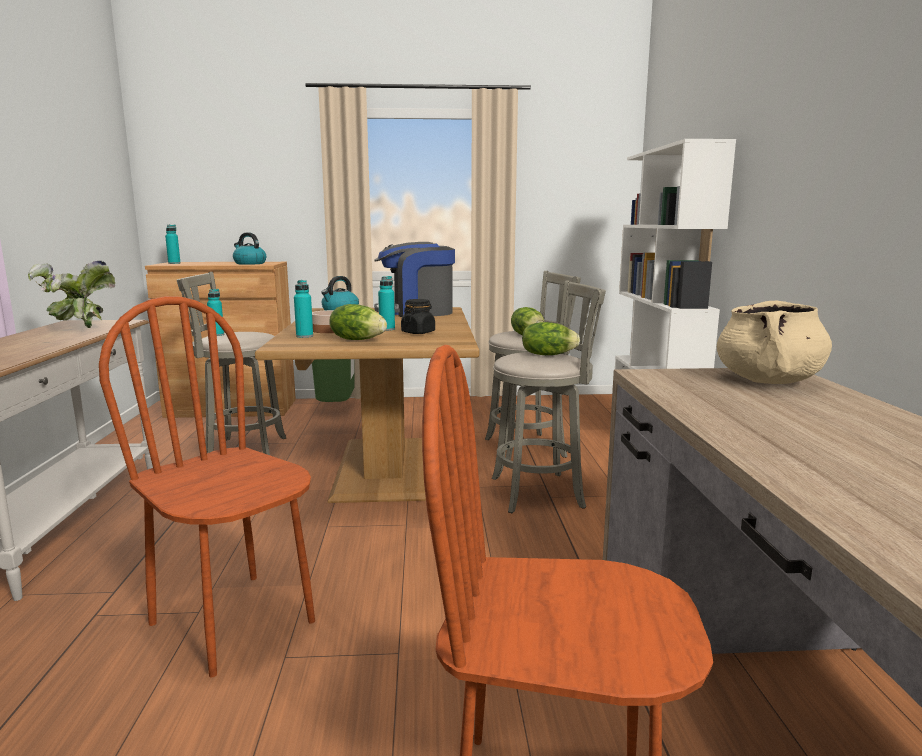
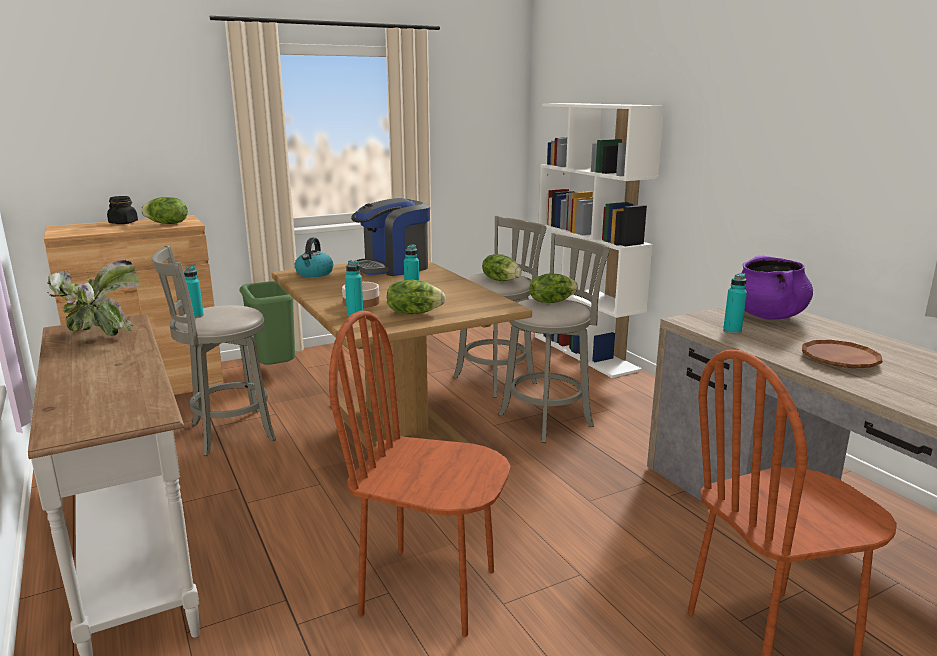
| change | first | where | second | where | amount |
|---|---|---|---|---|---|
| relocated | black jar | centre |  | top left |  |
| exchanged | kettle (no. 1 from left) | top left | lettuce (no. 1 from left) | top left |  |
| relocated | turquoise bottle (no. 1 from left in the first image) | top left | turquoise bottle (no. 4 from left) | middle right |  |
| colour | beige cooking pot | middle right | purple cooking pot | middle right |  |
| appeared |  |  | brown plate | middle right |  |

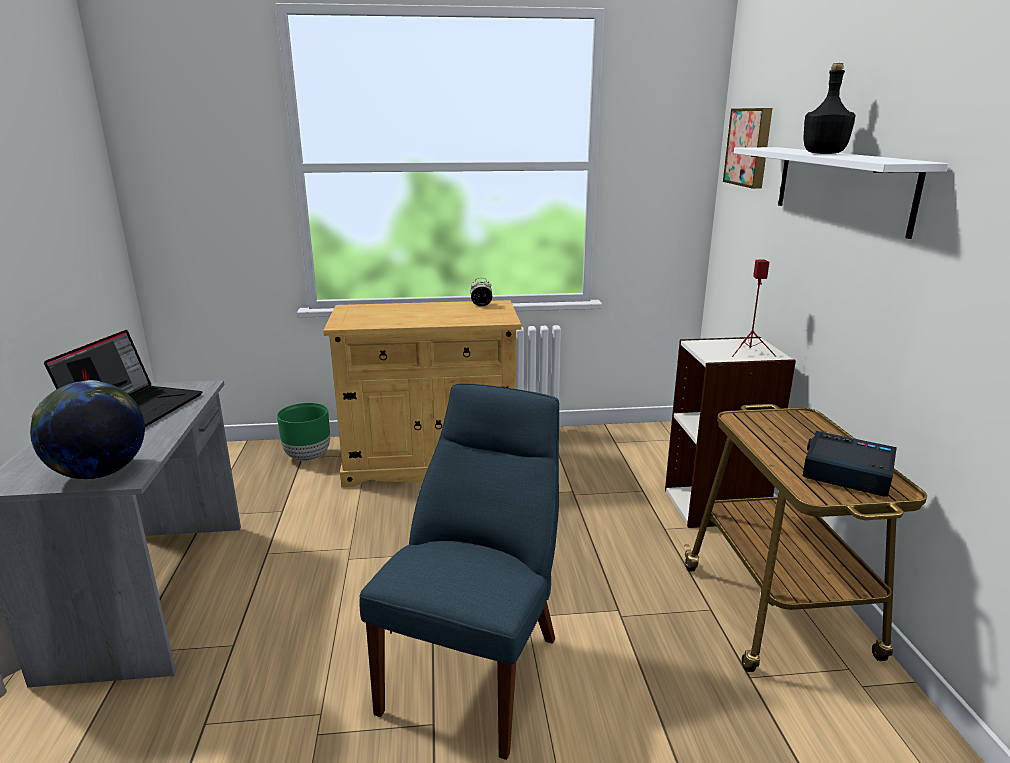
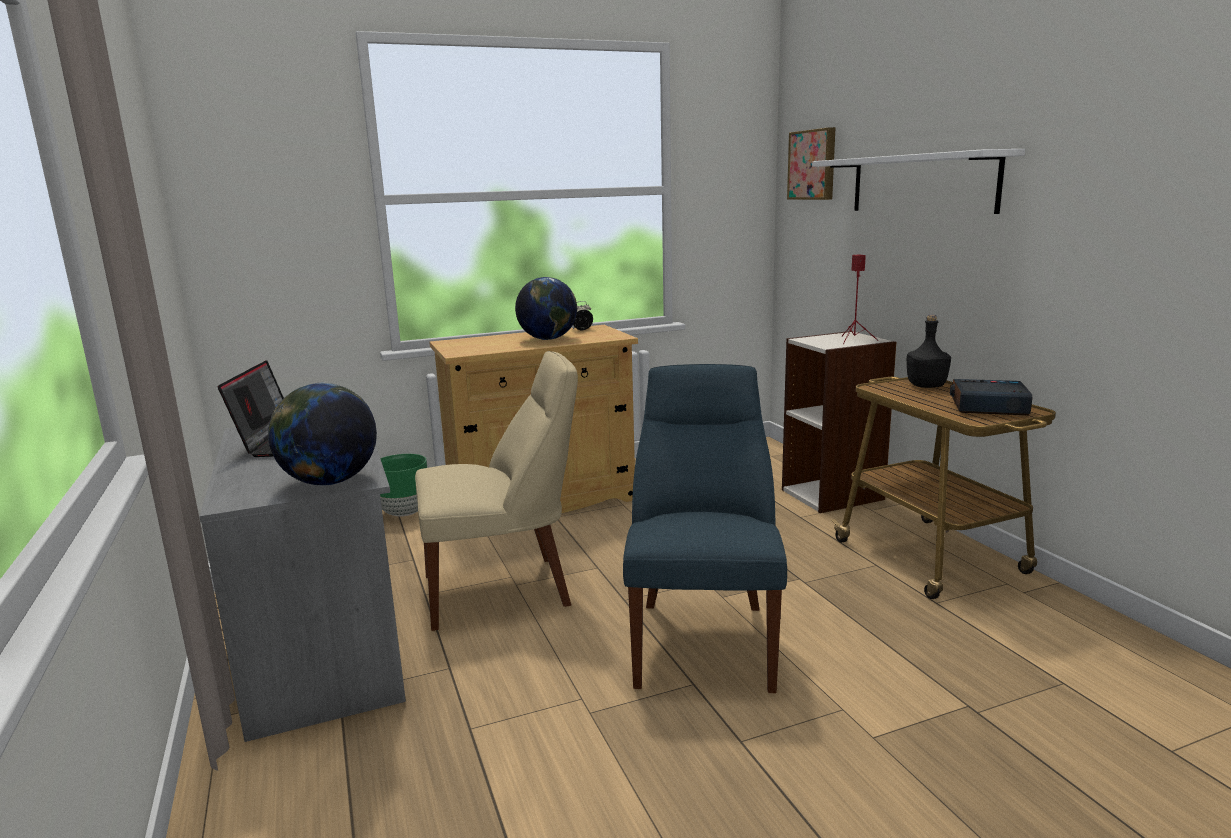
| change | first | where | second | where | amount |
|---|---|---|---|---|---|
| appeared |  |  | beige chair | centre |  |
| appeared |  |  | globe (no. 2 from left) | centre |  |
| relocated | black bottle | top right |  | middle right |  |

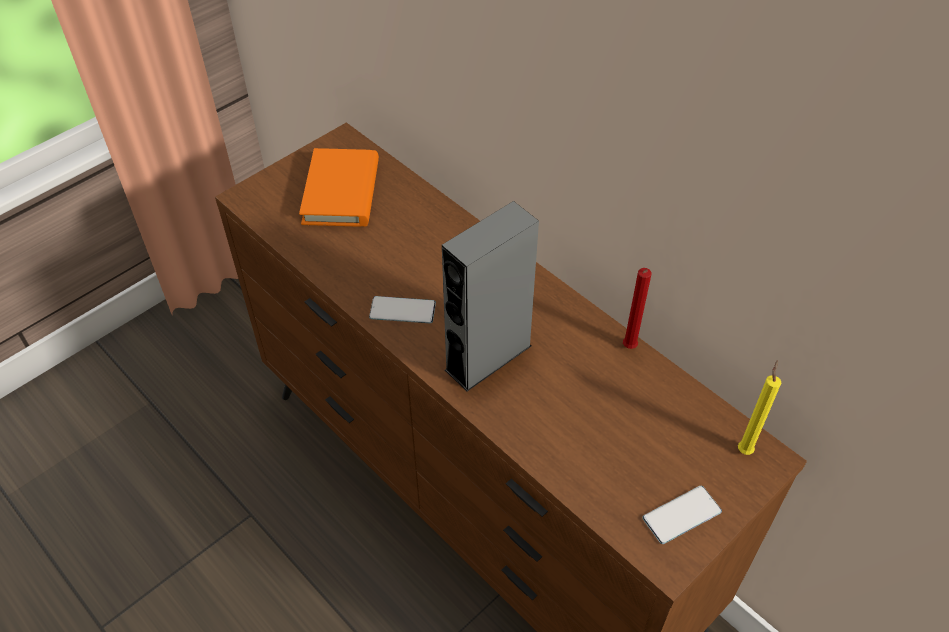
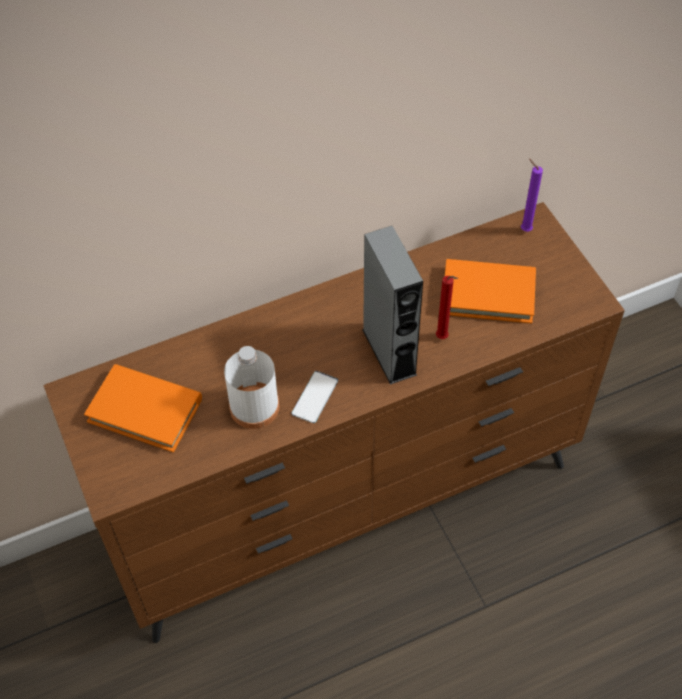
| change | first | where | second | where | amount |
|---|---|---|---|---|---|
| appeared |  |  | white bottle | centre |  |
| relocated | red candle | middle right |  | centre |  |
| appeared |  |  | orange book (no. 2 from left) | middle right |  |
| colour | yellow candle | middle right | purple candle | top right |  |
| missing | phone (no. 2 from left) | bottom right |  |  |  |

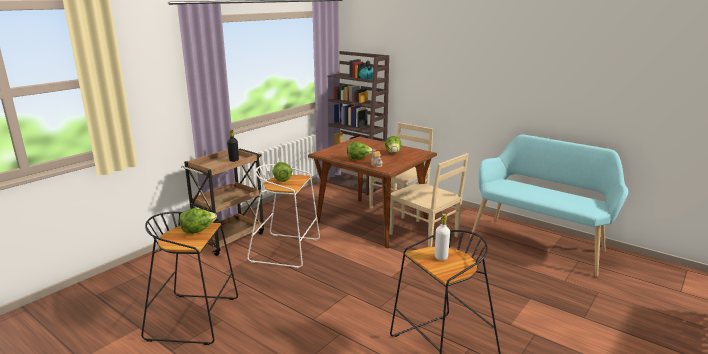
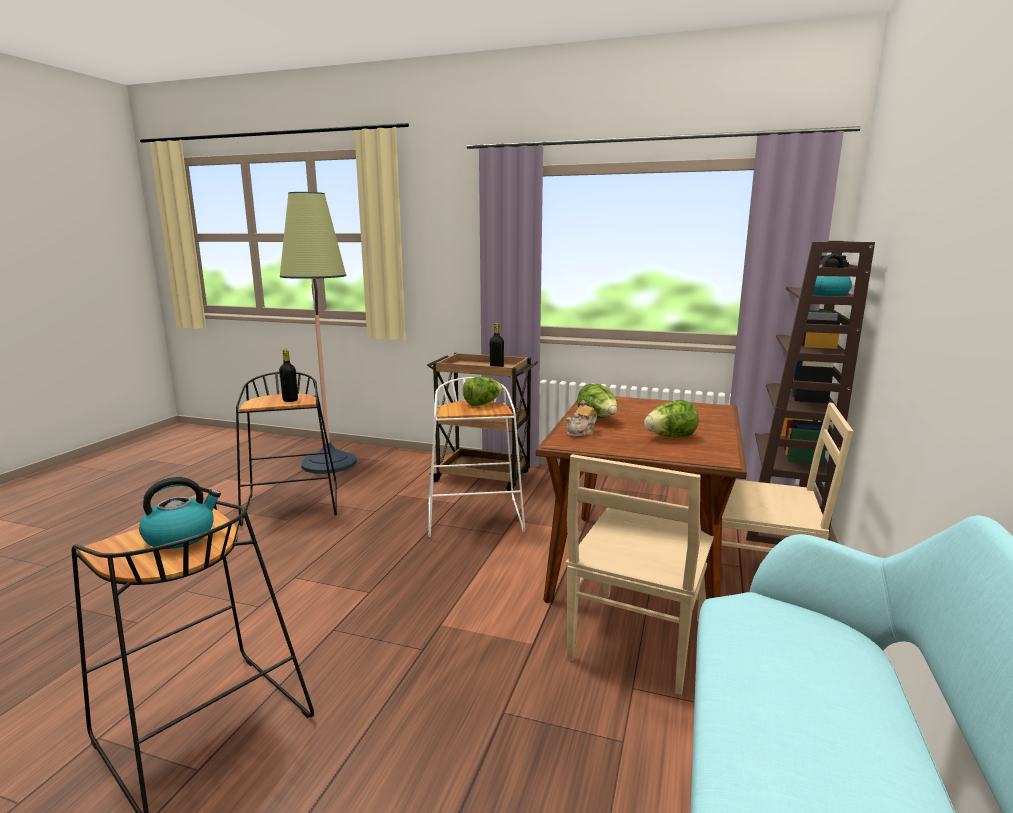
| change | first | where | second | where | amount |
|---|---|---|---|---|---|
| exchanged | white bottle | bottom centre | kettle (no. 1 from left) | middle left |  |
| exchanged | lettuce (no. 1 from left) | middle left | black bottle (no. 1 from left) | middle left |  |
| appeared |  |  | floor lamp | middle left |  |

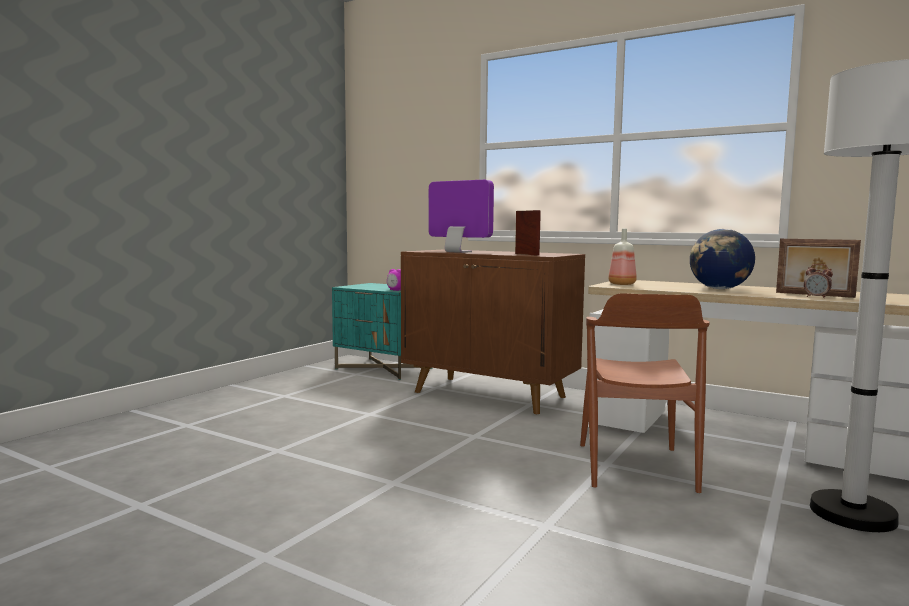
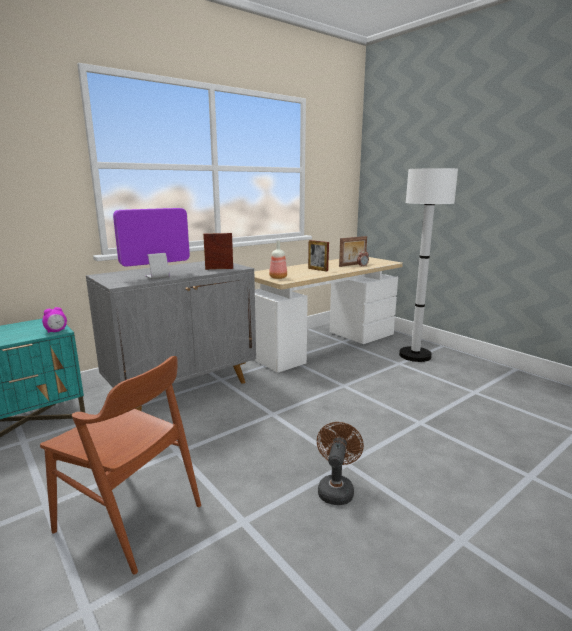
| change | first | where | second | where | amount |
|---|---|---|---|---|---|
| relocated | brown chair | middle right |  | bottom left |  |
| colour | brown cabinet | centre | grey cabinet | middle left |  |
| exchanged | globe | middle right | picture frame (no. 2 from left) | centre |  |
| appeared |  |  | brown fan | bottom centre |  |

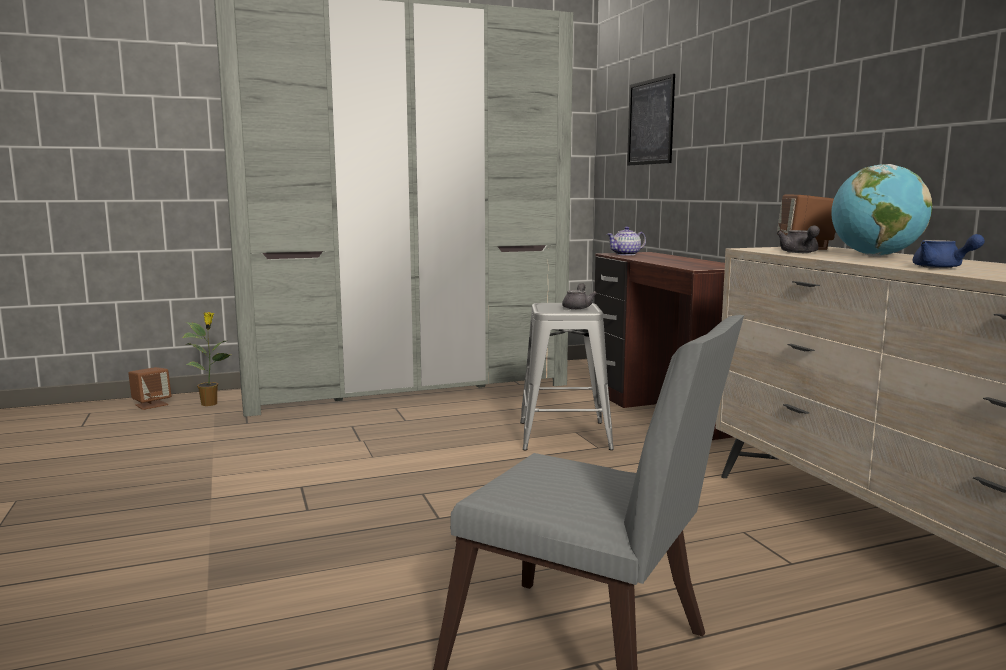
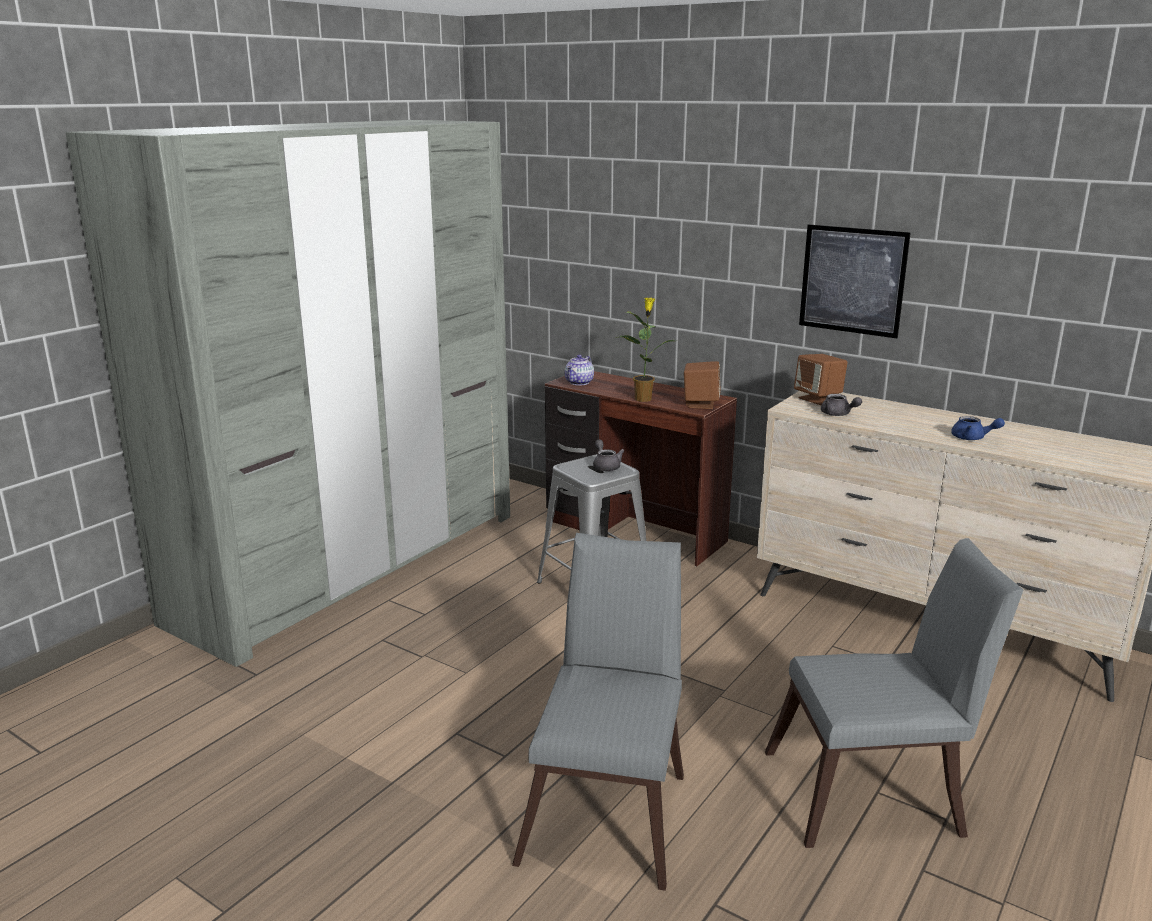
| change | first | where | second | where | amount |
|---|---|---|---|---|---|
| appeared |  |  | grey chair (no. 1 from left) | bottom centre |  |
| relocated | potted plant | middle left |  | centre |  |
| relocated | brown speaker (no. 1 from left) | middle left |  | centre |  |
| relocated | picture | top centre |  | top right |  |
| missing | globe | top right |  |  |  |

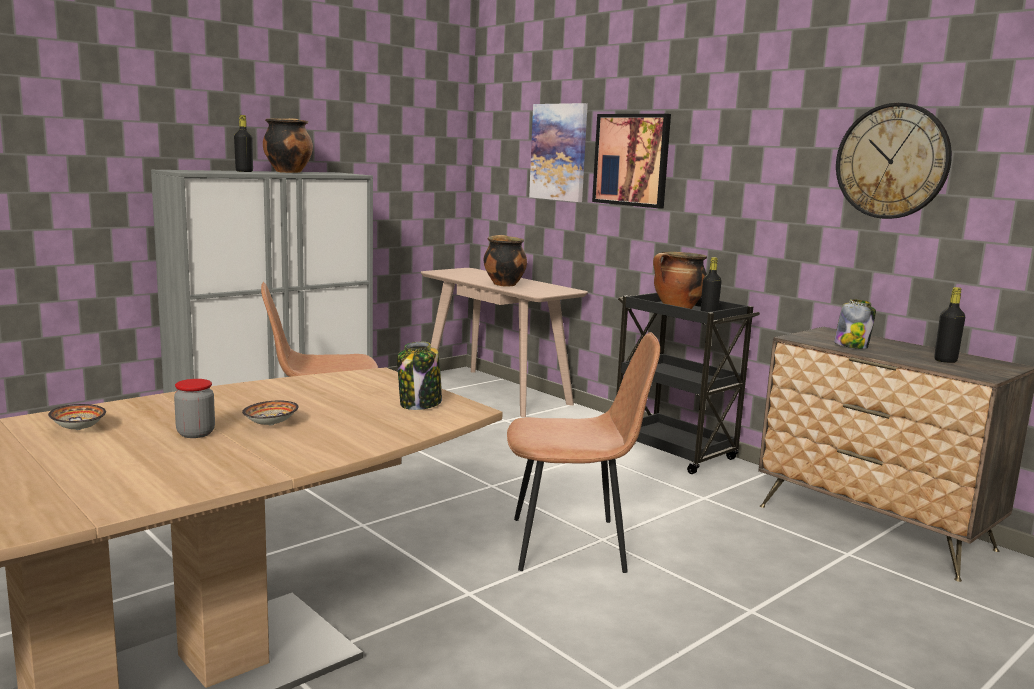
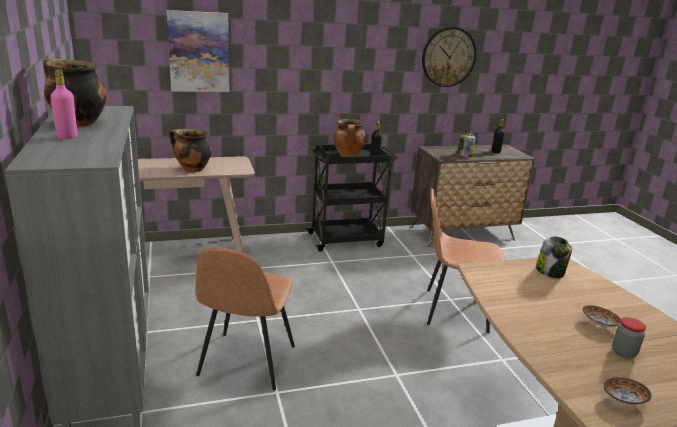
| change | first | where | second | where | amount |
|---|---|---|---|---|---|
| colour | black bottle (no. 1 from left) | top left | pink bottle | top left |  |
| spun | brown chair (no. 2 from left) | centre |  | middle right | 105 degrees counterclockwise |
| missing | picture (no. 2 from left) | top centre |  |  |  |

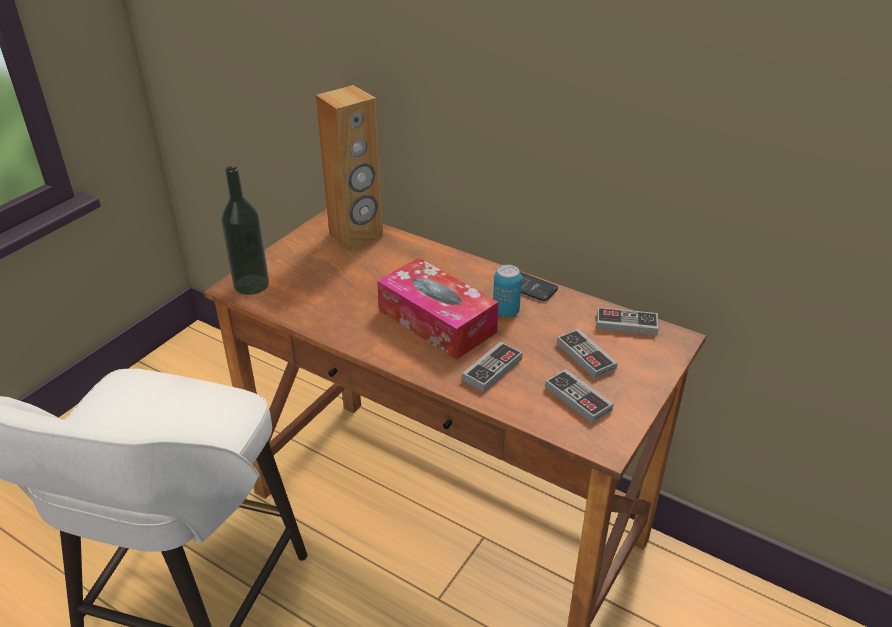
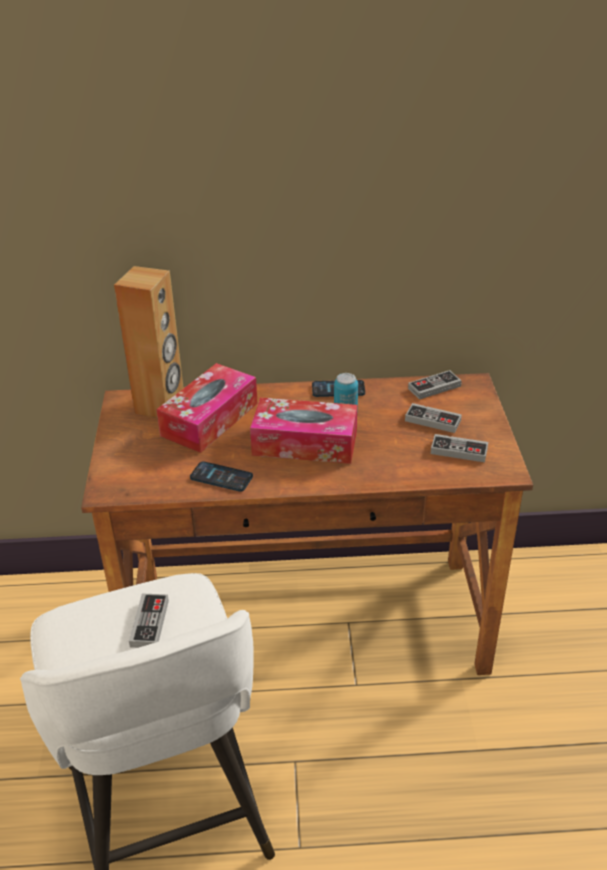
| change | first | where | second | where | amount |
|---|---|---|---|---|---|
| relocated | game controller (no. 1 from left) | centre |  | bottom left |  |
| appeared |  |  | tissue box (no. 1 from left) | centre |  |
| appeared |  |  | phone (no. 1 from left) | centre |  |
| missing | bottle | middle left |  |  |  |

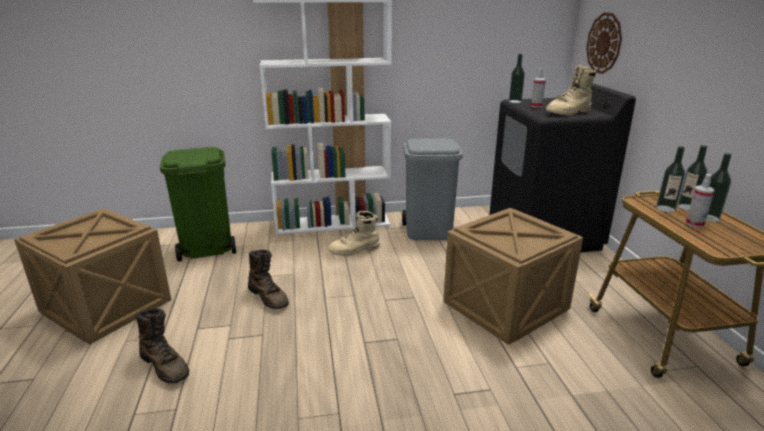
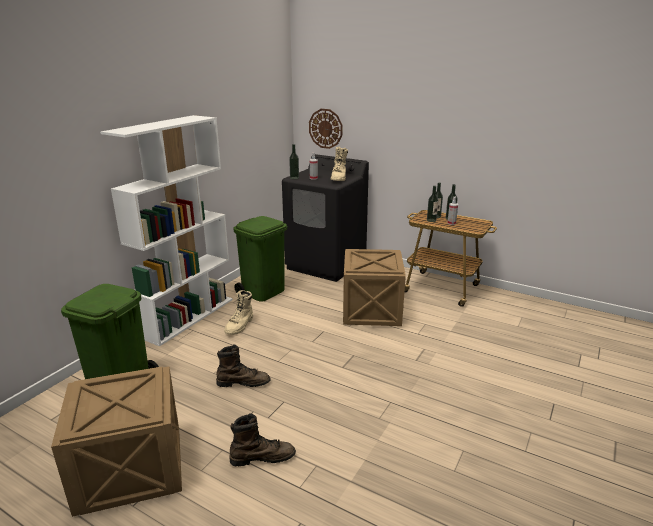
| change | first | where | second | where | amount |
|---|---|---|---|---|---|
| colour | grey trash can | centre | green trash can (no. 2 from left) | centre |  |

